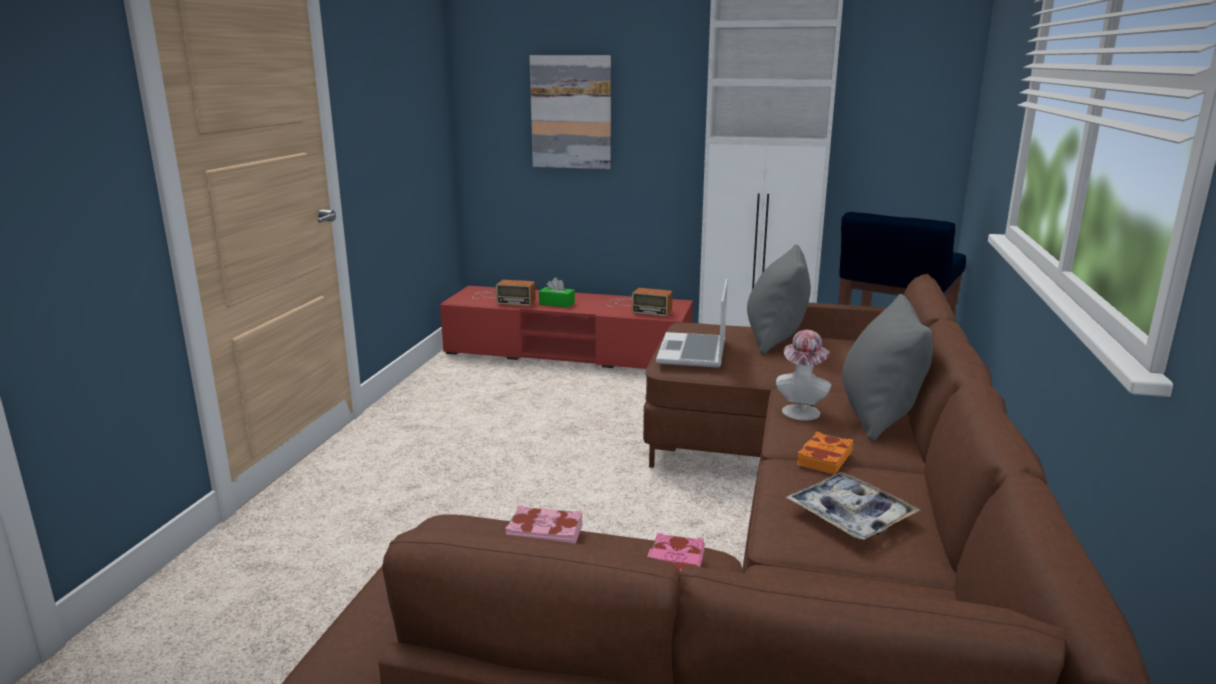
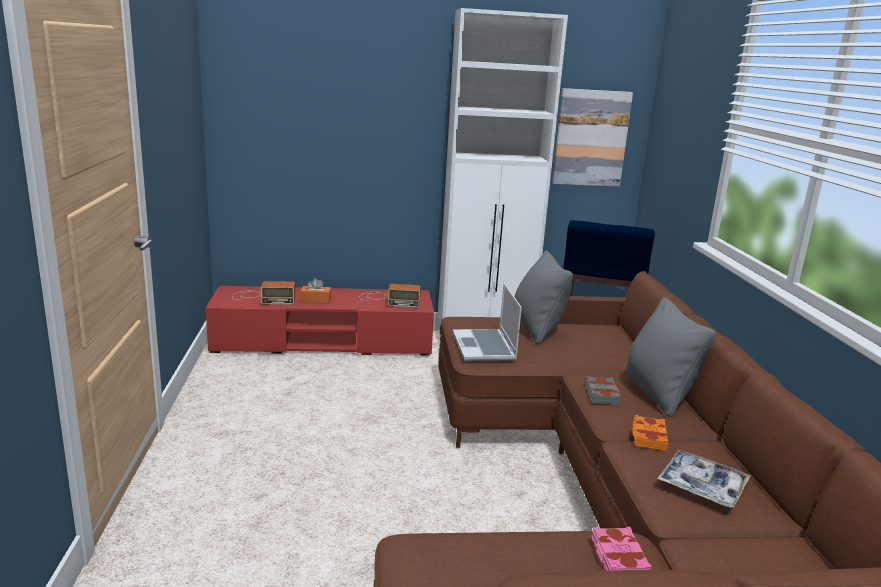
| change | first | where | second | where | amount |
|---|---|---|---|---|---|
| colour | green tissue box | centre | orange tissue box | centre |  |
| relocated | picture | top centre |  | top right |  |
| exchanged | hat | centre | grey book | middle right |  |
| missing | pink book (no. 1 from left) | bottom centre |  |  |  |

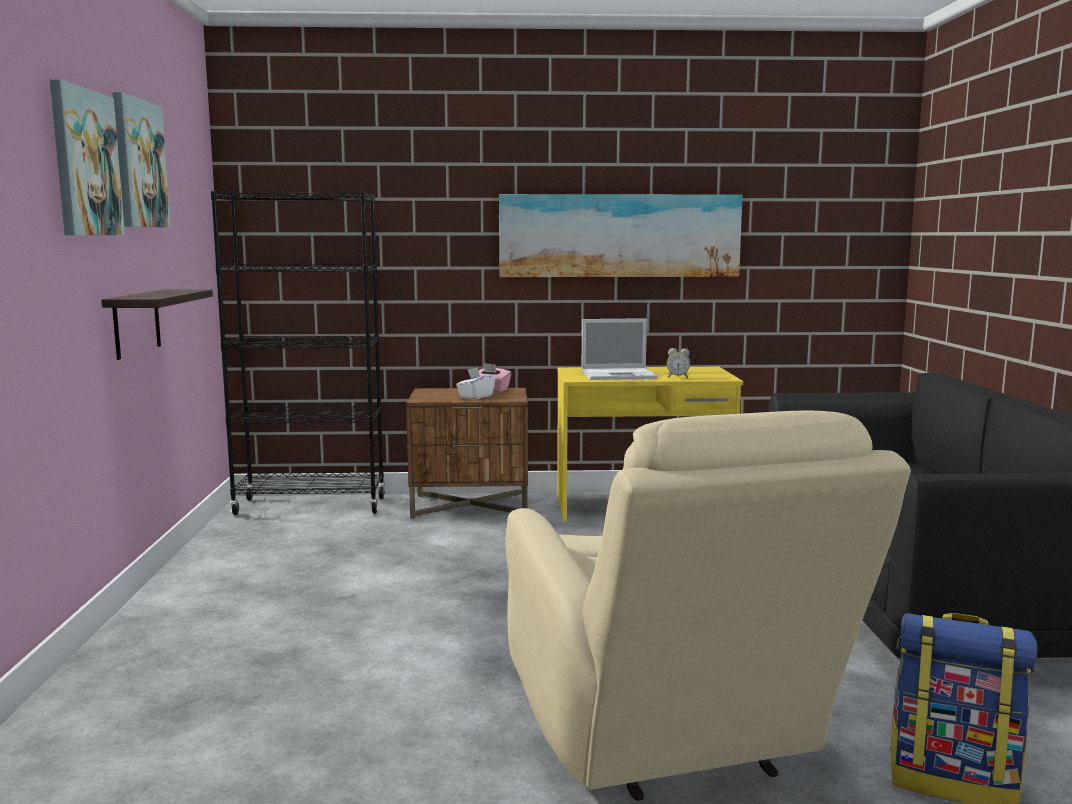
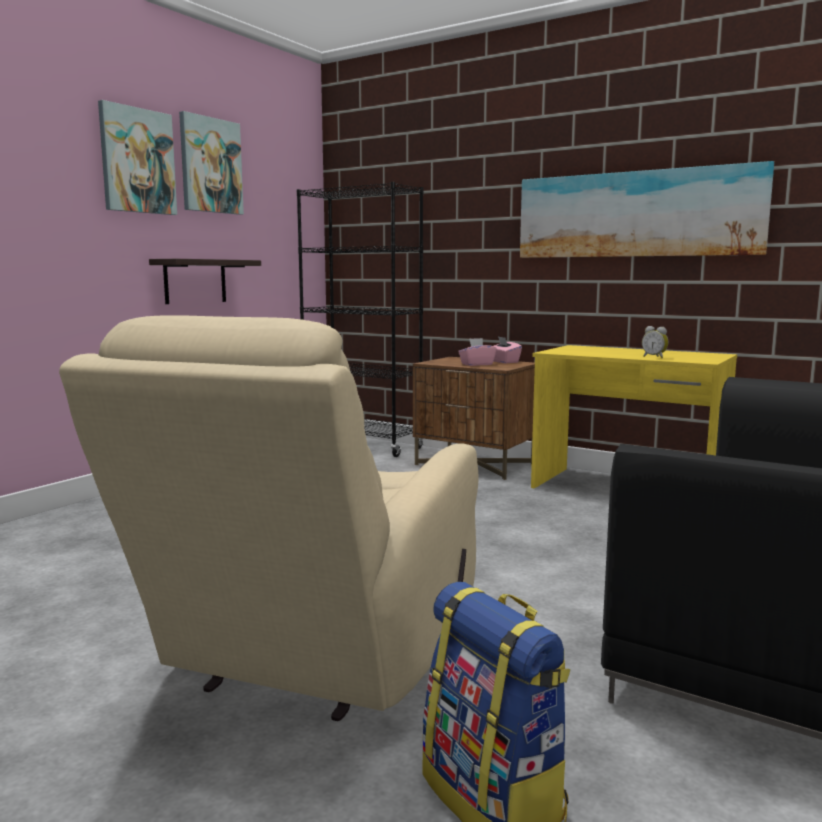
| change | first | where | second | where | amount |
|---|---|---|---|---|---|
| colour | white tissue box | centre | pink tissue box (no. 1 from left) | centre |  |
| missing | laptop | centre |  |  |  |

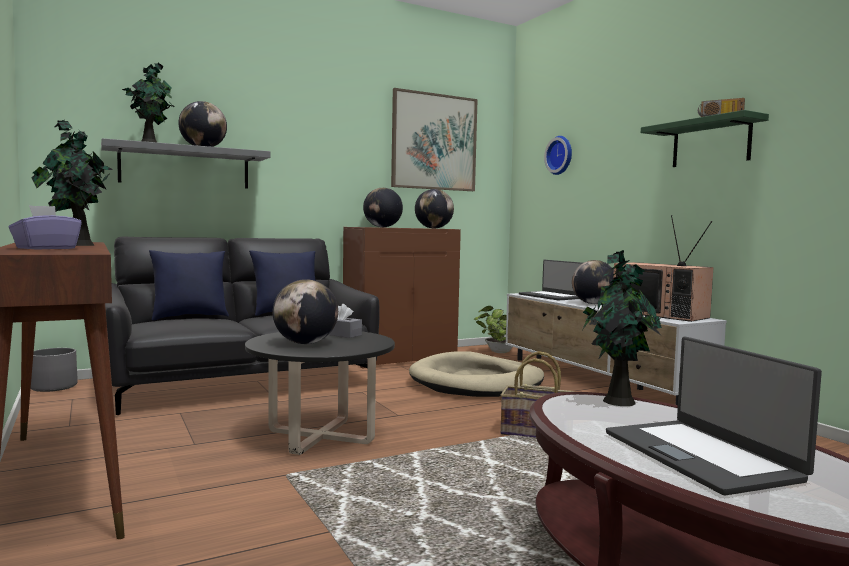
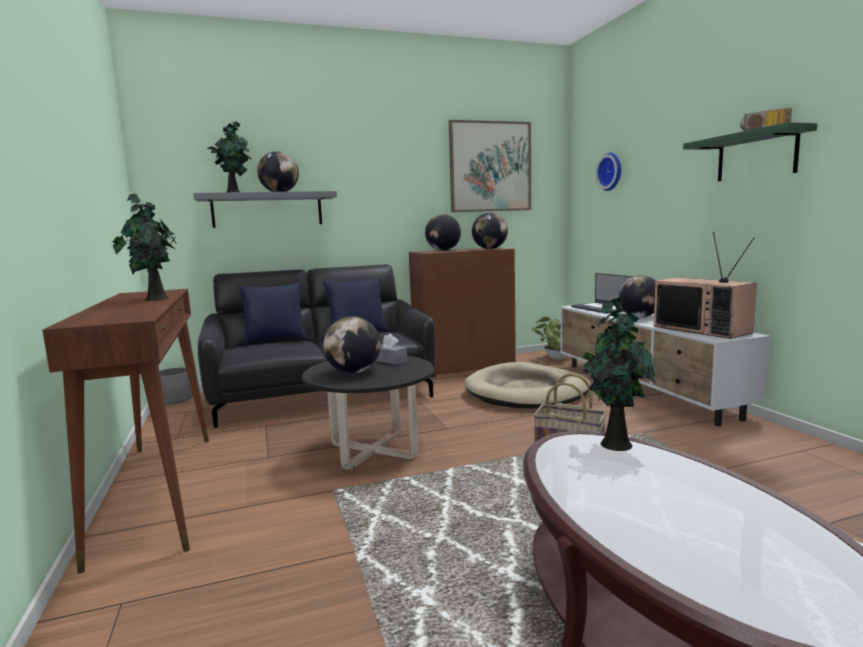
| change | first | where | second | where | amount |
|---|---|---|---|---|---|
| missing | purple tissue box | middle left |  |  |  |
| missing | laptop (no. 2 from left) | bottom right |  |  |  |

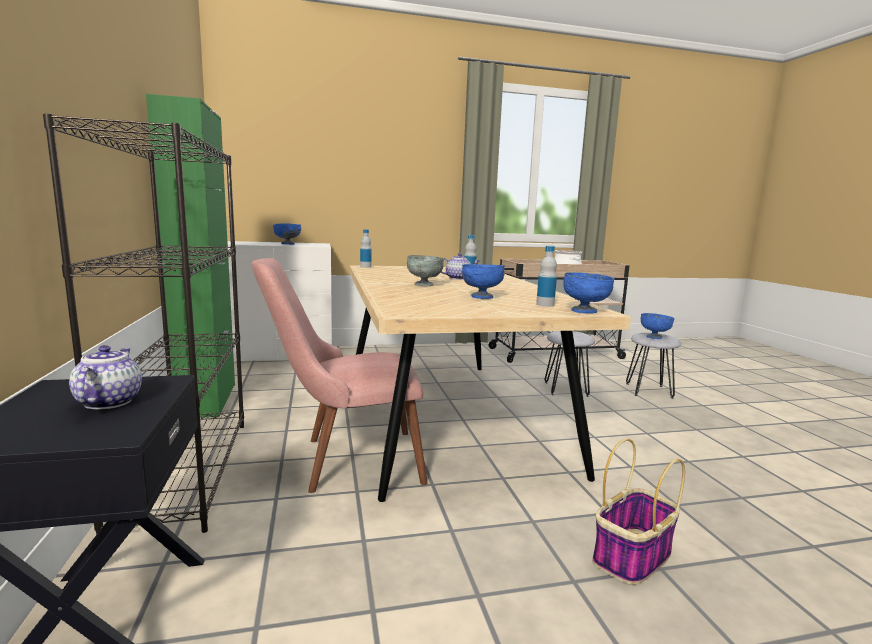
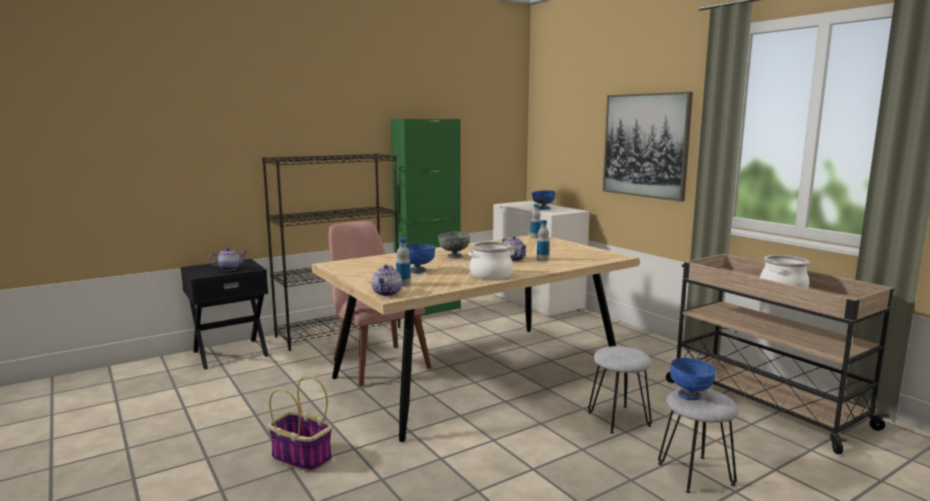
| change | first | where | second | where | amount |
|---|---|---|---|---|---|
| exchanged | blue bowl (no. 3 from left) | middle right | teapot (no. 2 from left) | centre |  |
| appeared |  |  | cooking pot (no. 1 from left) | centre |  |
| appeared |  |  | picture | top right |  |

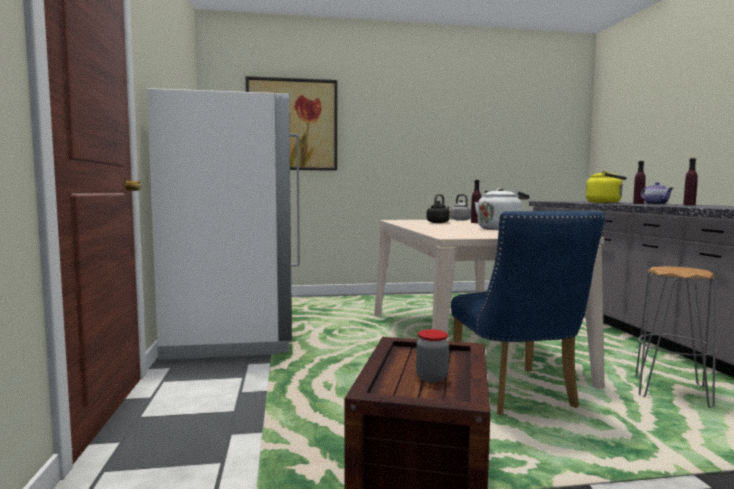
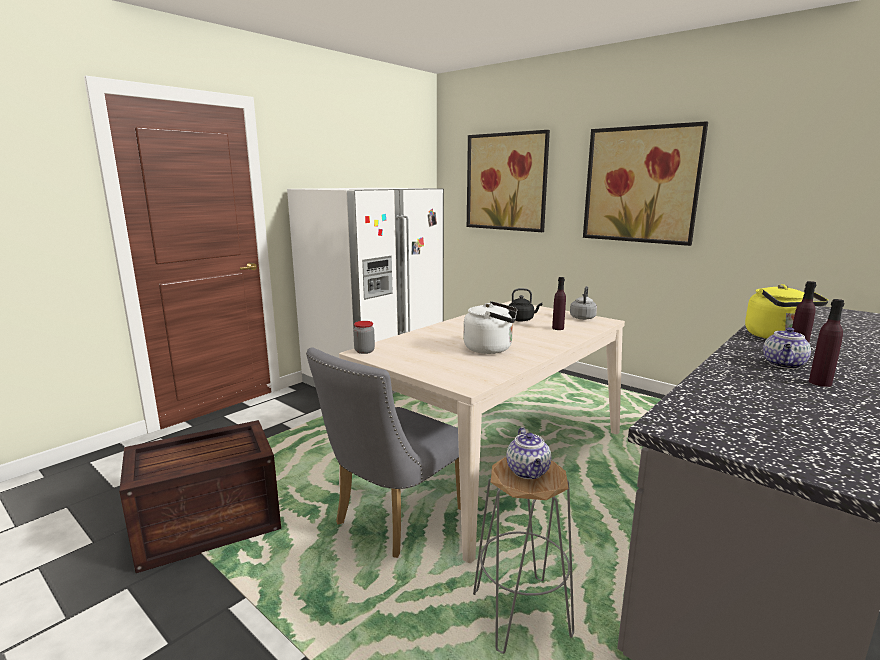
| change | first | where | second | where | amount |
|---|---|---|---|---|---|
| colour | blue chair | middle right | grey chair | bottom centre |  |
| relocated | jar | bottom centre |  | centre |  |
| appeared |  |  | teapot (no. 1 from left) | bottom centre |  |
| appeared |  |  | picture (no. 2 from left) | top right |  |

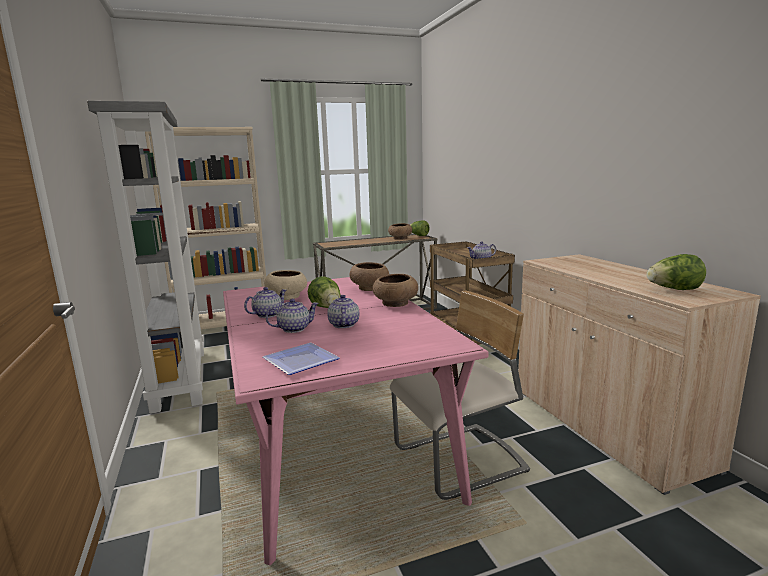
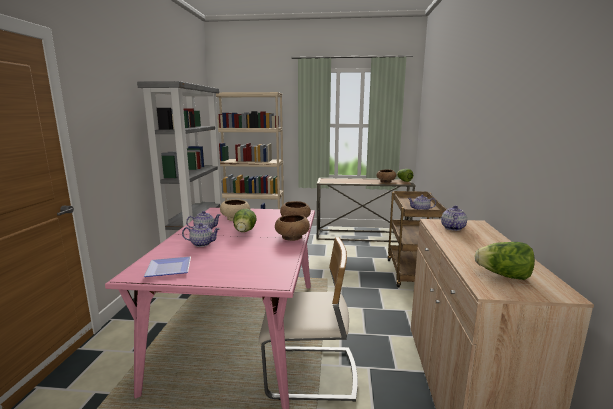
| change | first | where | second | where | amount |
|---|---|---|---|---|---|
| relocated | teapot (no. 3 from left in the first image) | centre | teapot (no. 4 from left) | middle right |  |

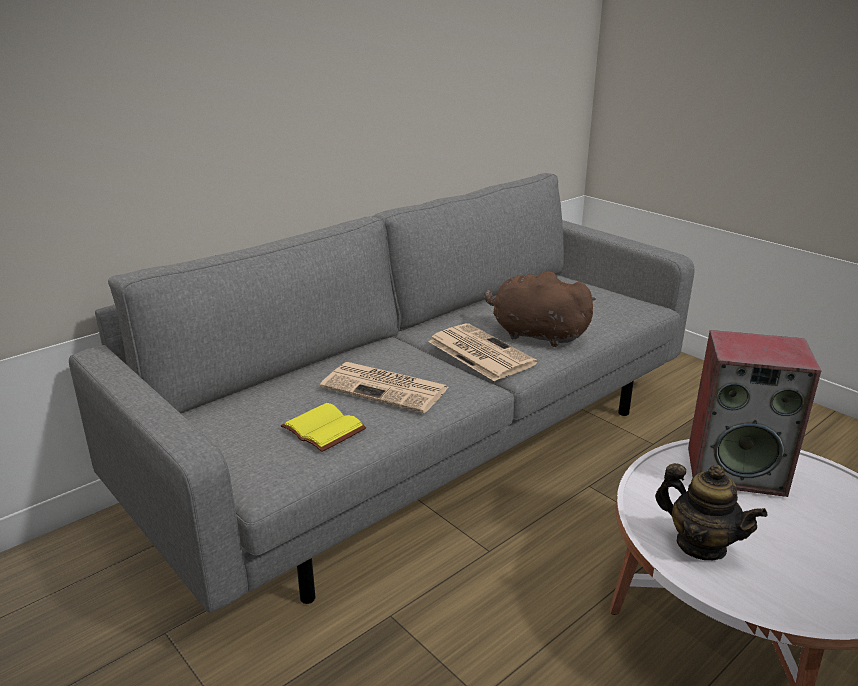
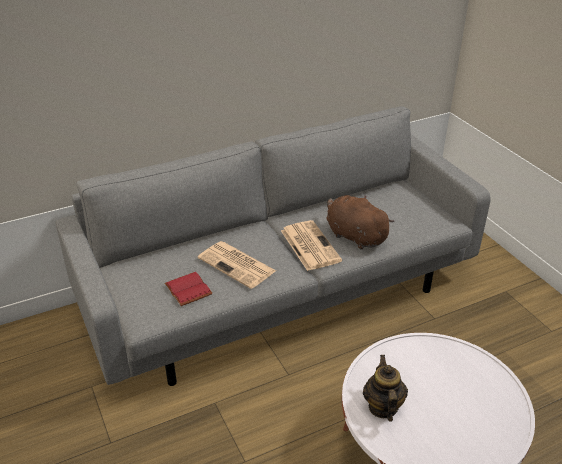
| change | first | where | second | where | amount |
|---|---|---|---|---|---|
| colour | yellow book | centre | red book | centre |  |
| spun | teapot | bottom right |  | bottom right | 150 degrees counterclockwise |
| missing | speaker | middle right |  |  |  |

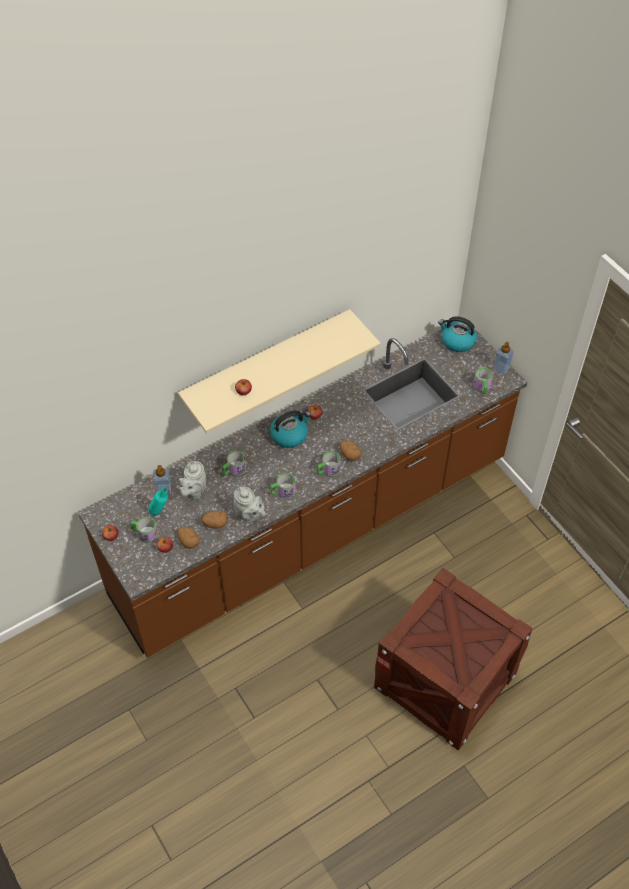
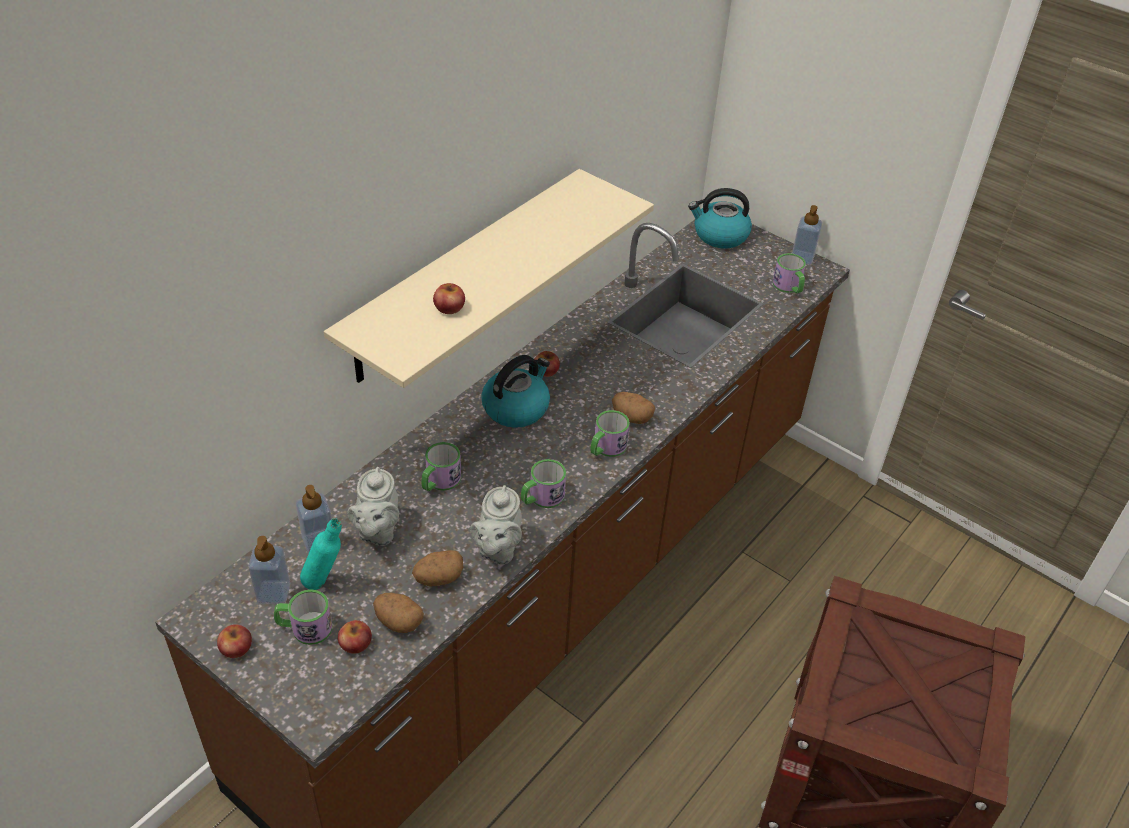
| change | first | where | second | where | amount |
|---|---|---|---|---|---|
| appeared |  |  | soap dispenser (no. 1 from left) | bottom left |  |
| spun | grey teapot (no. 2 from left) | centre |  | centre | 75 degrees clockwise |

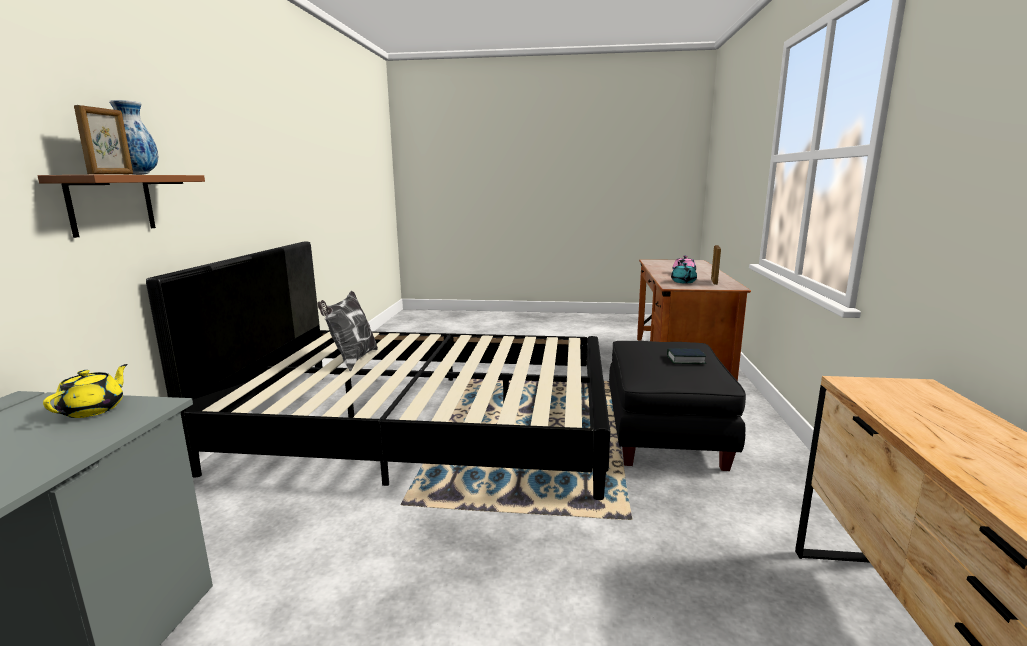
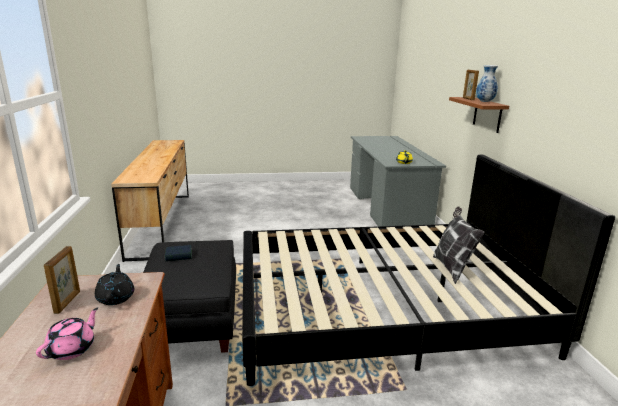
| change | first | where | second | where | amount |
|---|---|---|---|---|---|
| colour | turquoise teapot | centre | black teapot | bottom left |  |

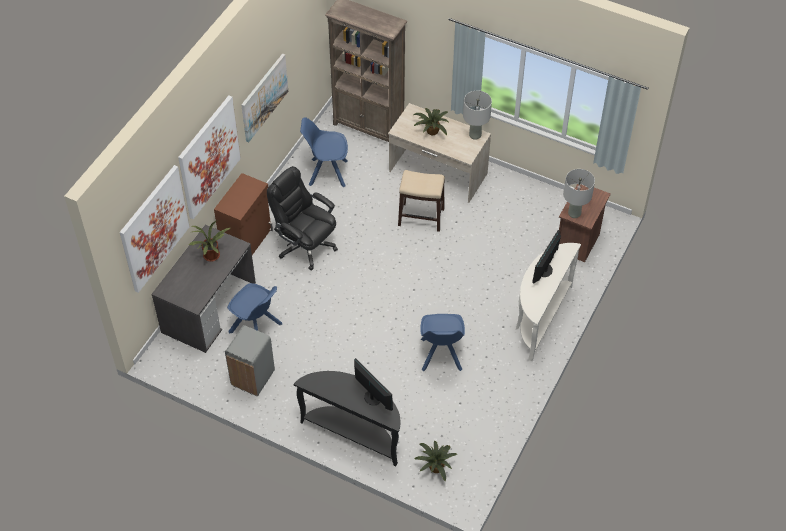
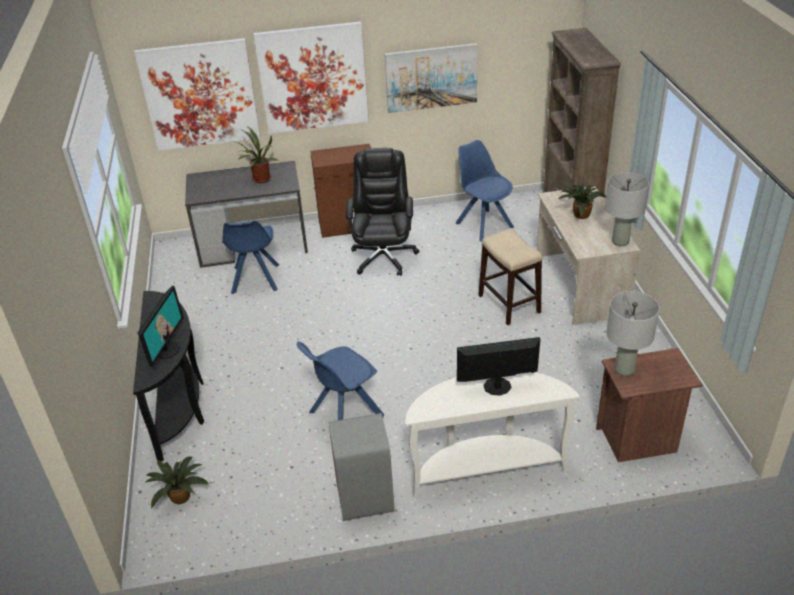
| change | first | where | second | where | amount |
|---|---|---|---|---|---|
| relocated | grey trash can | bottom left |  | bottom centre |  |

